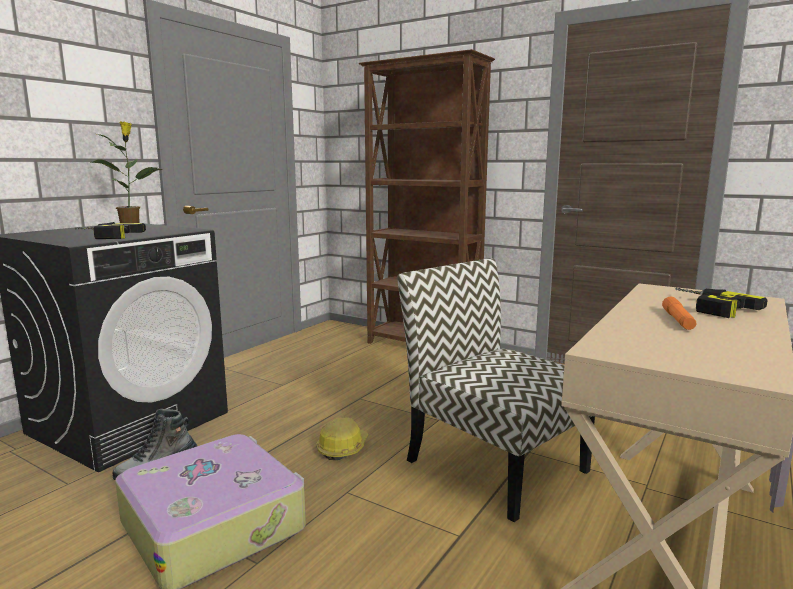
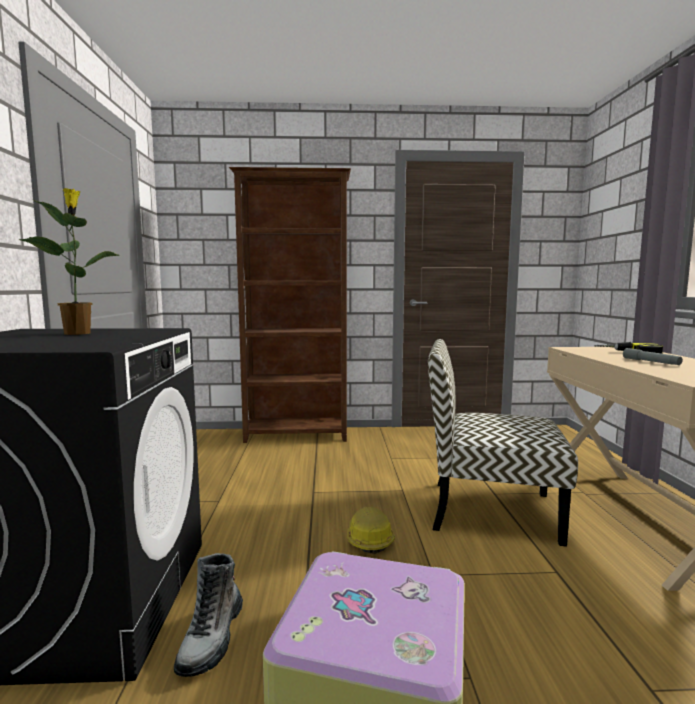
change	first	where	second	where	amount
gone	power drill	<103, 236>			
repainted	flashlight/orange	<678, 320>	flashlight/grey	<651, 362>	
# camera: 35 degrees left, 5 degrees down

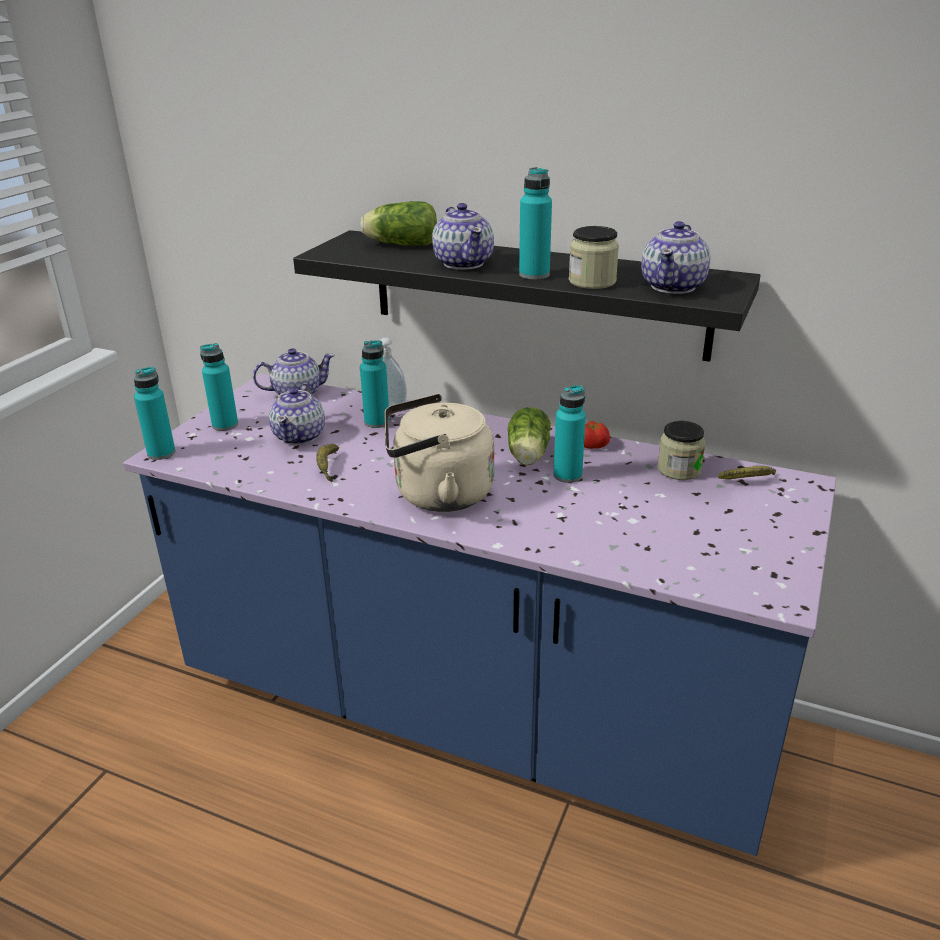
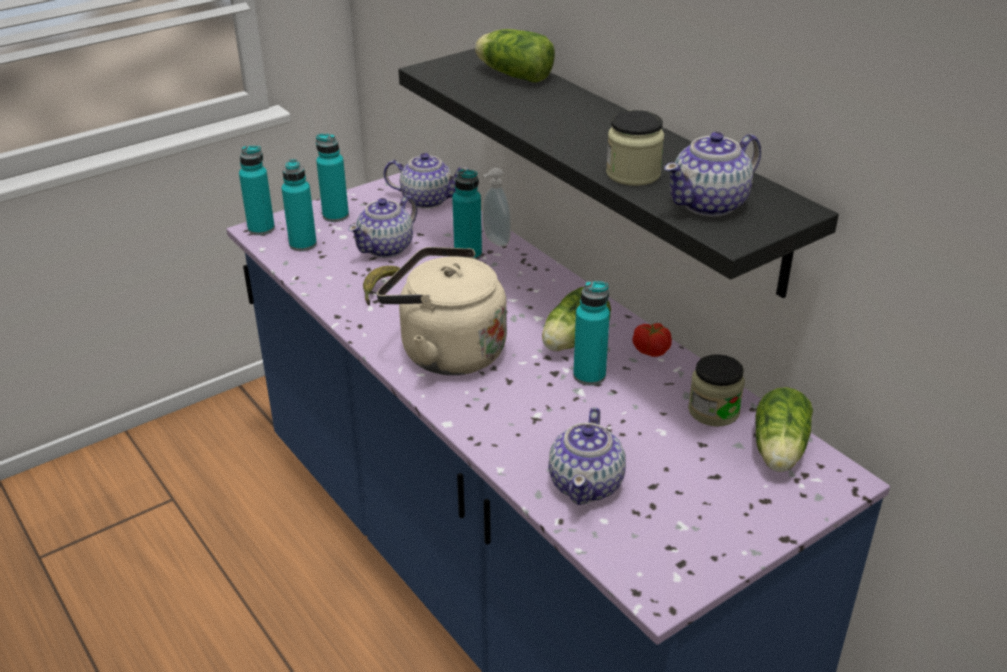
change	first	where	second	where	amount
shifted	teapot	<464, 263>		<587, 484>	
shifted	bottle/turquoise	<534, 275>		<303, 244>	
swapped	banana	<749, 481>	lettuce	<778, 452>	
# camera: 30 degrees right, 5 degrees up

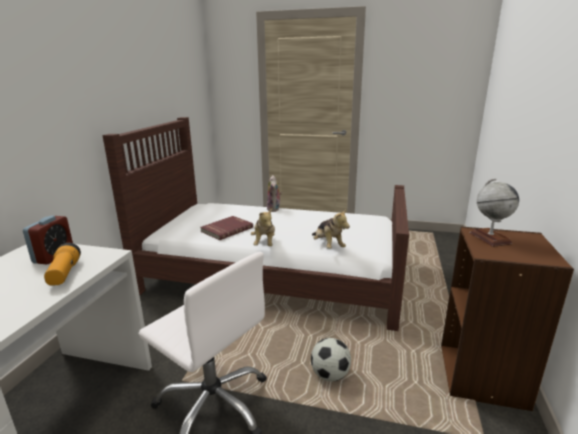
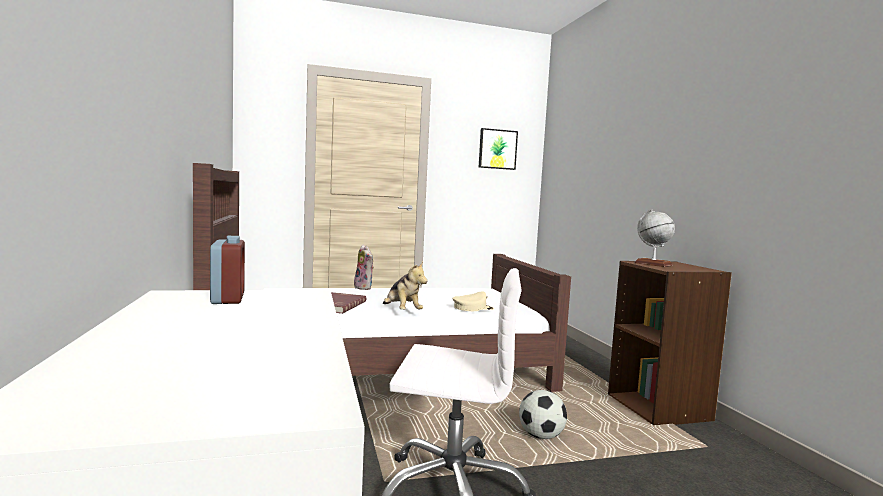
change	first	where	second	where	amount
gone	flashlight	<64, 273>			
swapped	plush toy	<328, 245>	cap/beige	<472, 308>	
new			picture	<497, 149>	
# camera: 30 degrees left, 15 degrees down

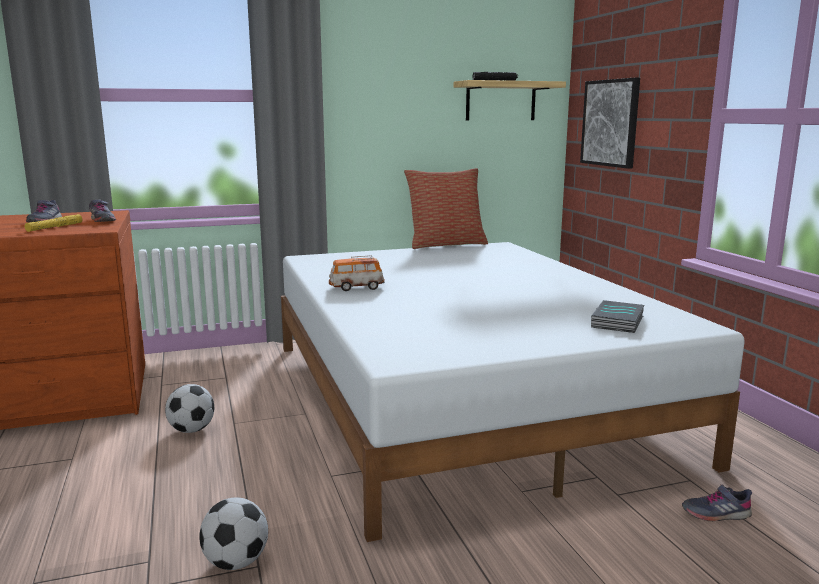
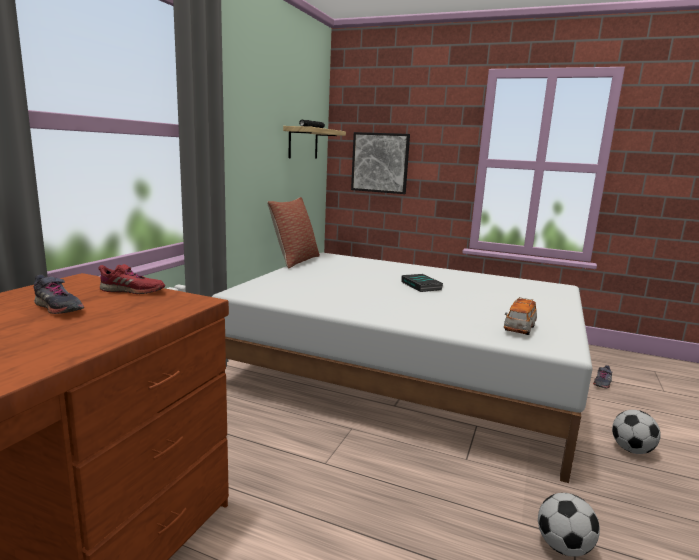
change	first	where	second	where	amount
gone	flashlight/yellow	<55, 227>			
repainted	shoe/grey	<102, 220>	shoe/red	<132, 291>	
shifted	football	<192, 430>		<631, 450>	
shifted	toy car	<356, 287>		<519, 329>	
shifted	book	<618, 322>		<422, 286>	
# camera: 50 degrees left, 0 degrees up

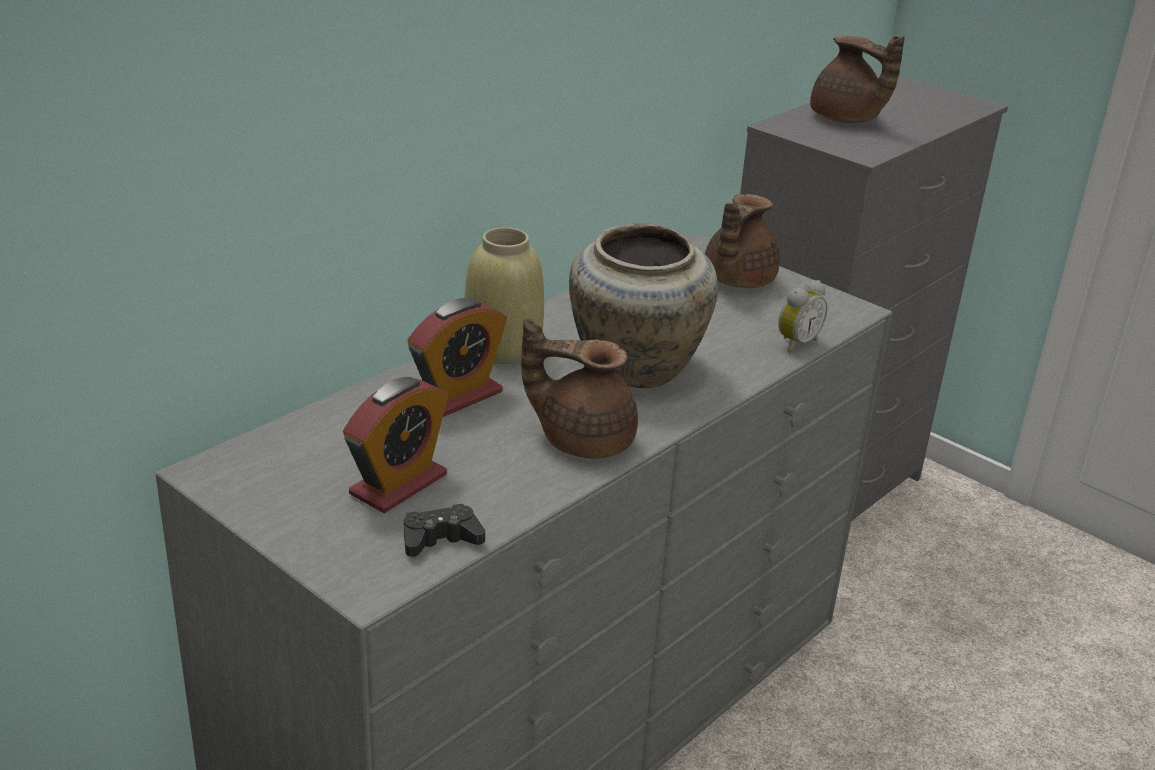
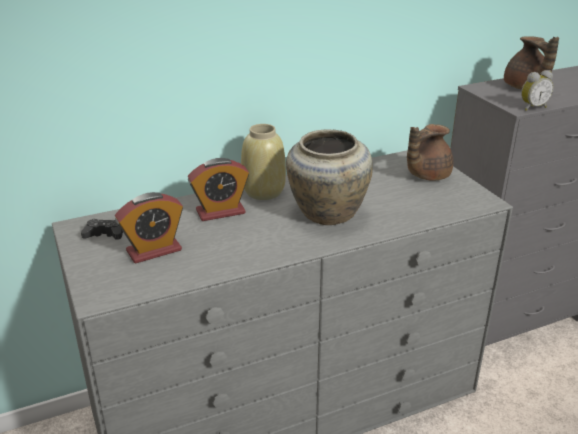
change	first	where	second	where	amount
shifted	game controller/black	<440, 539>		<104, 234>	
gone	teapot/brown	<582, 439>			
shifted	alarm clock	<795, 343>		<532, 107>	
# camera: 25 degrees right, 0 degrees up

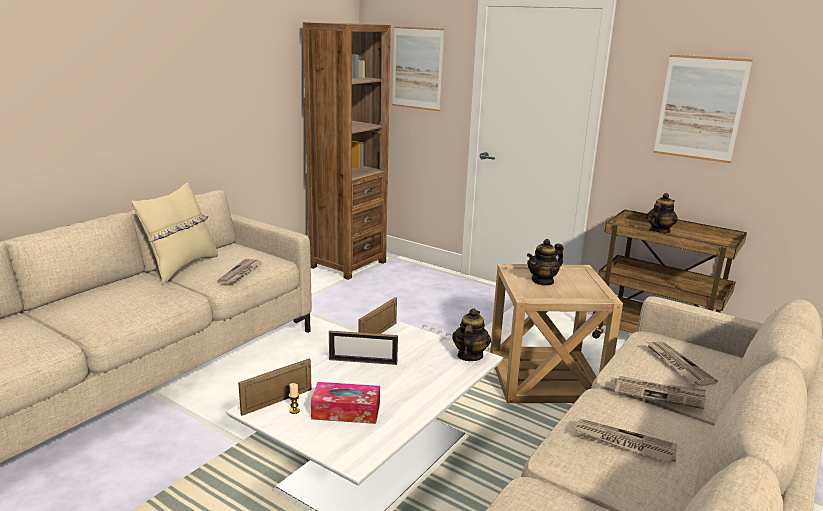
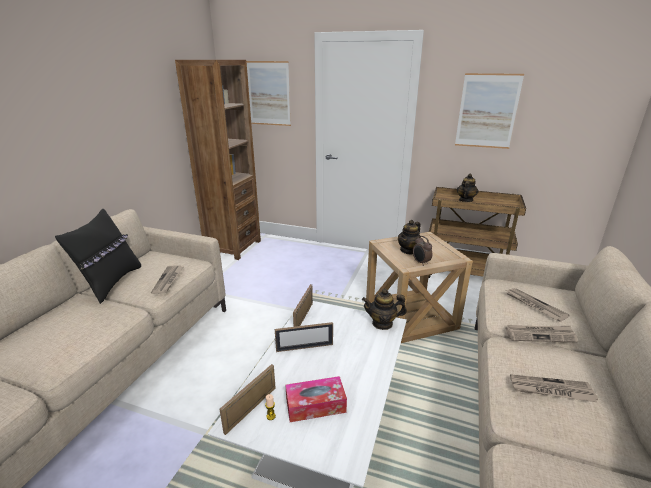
change	first	where	second	where	amount
repainted	pillow/beige	<181, 267>	pillow/black	<111, 283>	
rotated	teapot	<469, 356>		<382, 323>	90 degrees counterclockwise
new			alarm clock	<420, 262>	
# camera: 15 degrees left, 5 degrees up

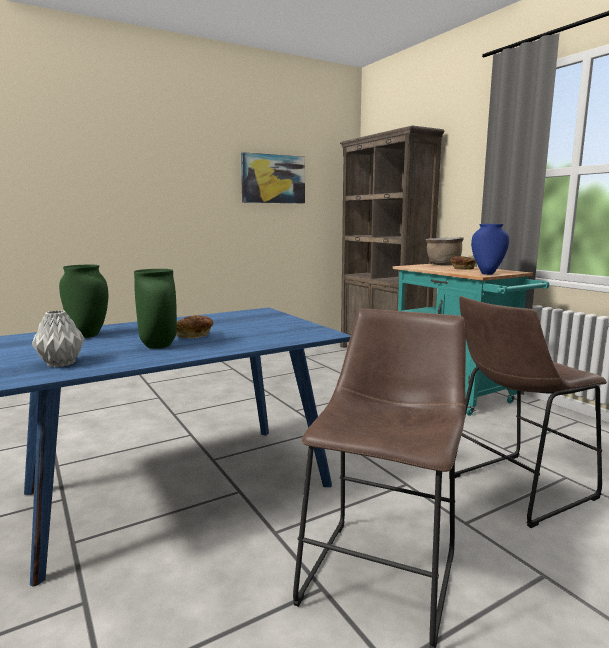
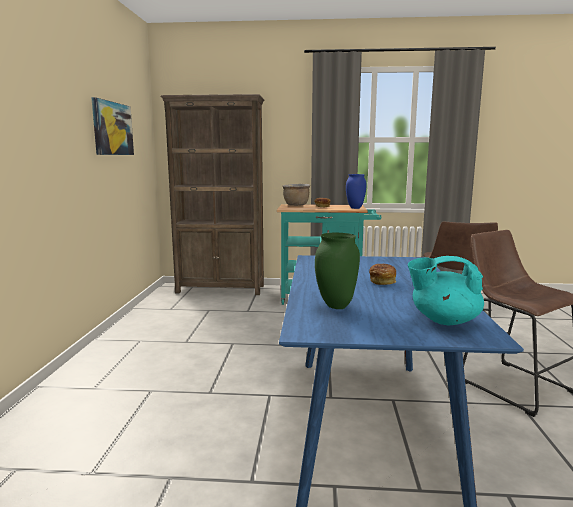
change	first	where	second	where	amount
swapped	vase/grey	<62, 364>	teapot/turquoise	<443, 320>	
gone	vase/green	<160, 346>			
# camera: 55 degrees left, 0 degrees up

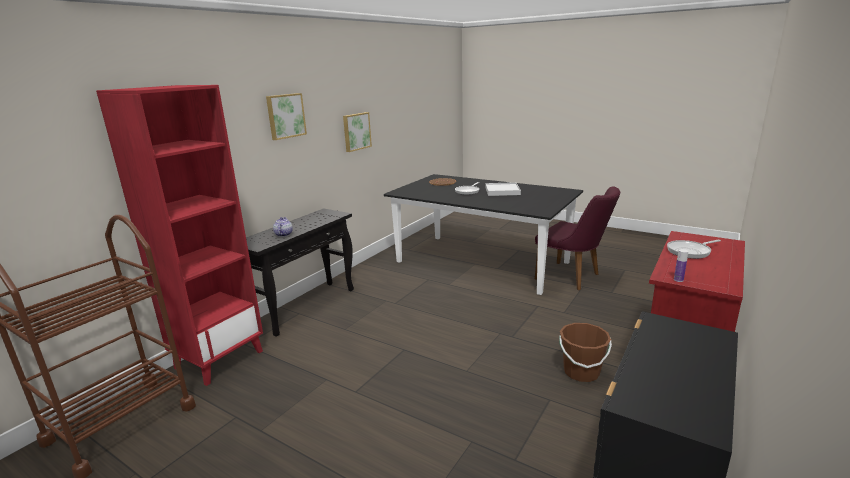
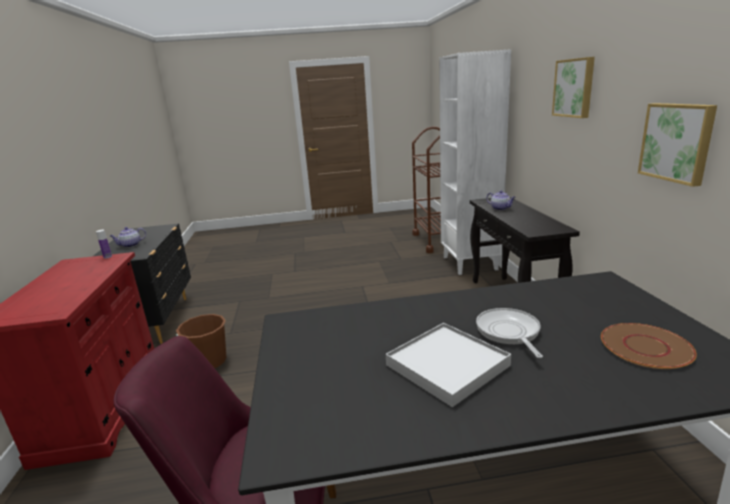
change	first	where	second	where	amount
repainted	bookcase/red	<219, 359>	bookcase/white	<470, 263>	
gone	frying pan	<690, 251>			
new			teapot	<130, 245>	
# camera: 140 degrees right, 0 degrees up

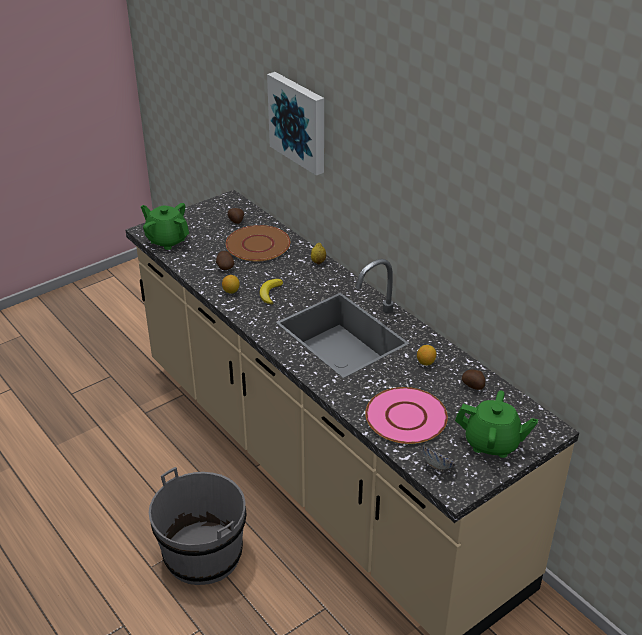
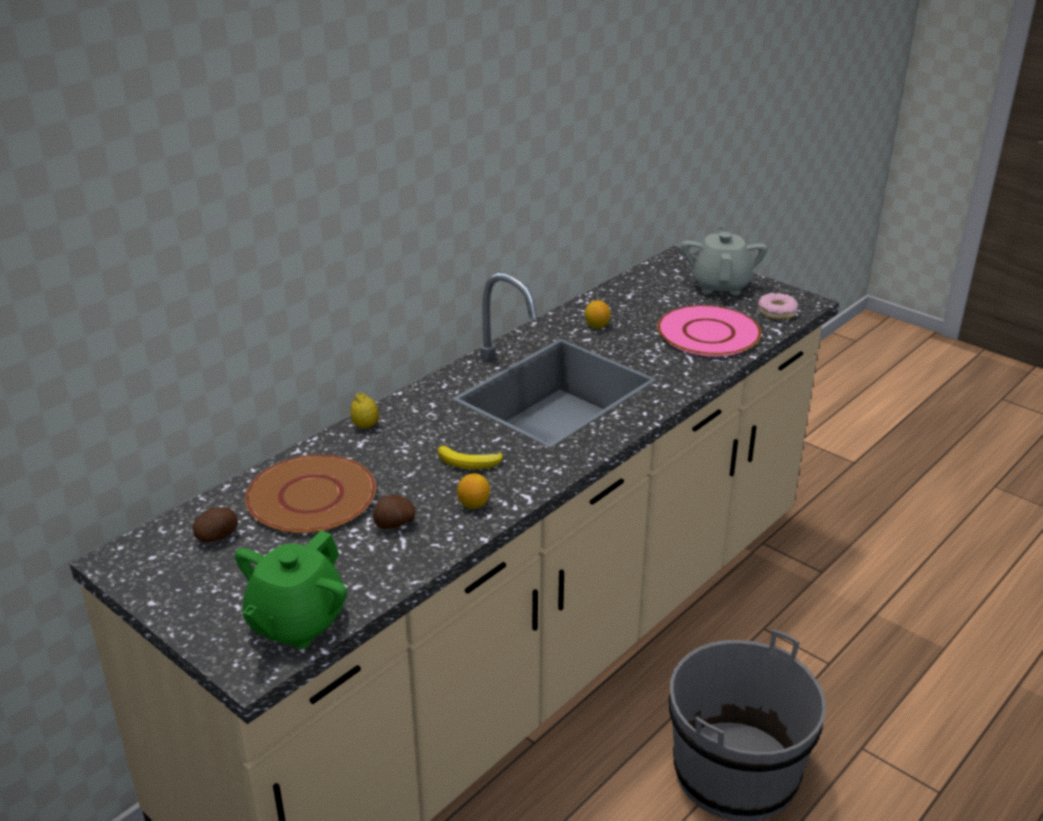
change	first	where	second	where	amount
gone	picture	<299, 122>			
swapped	bowl	<437, 466>	donut	<777, 312>	
repainted	teapot/green	<492, 443>	teapot/grey	<720, 285>	
gone	potato	<473, 386>			
# camera: 100 degrees left, 5 degrees down

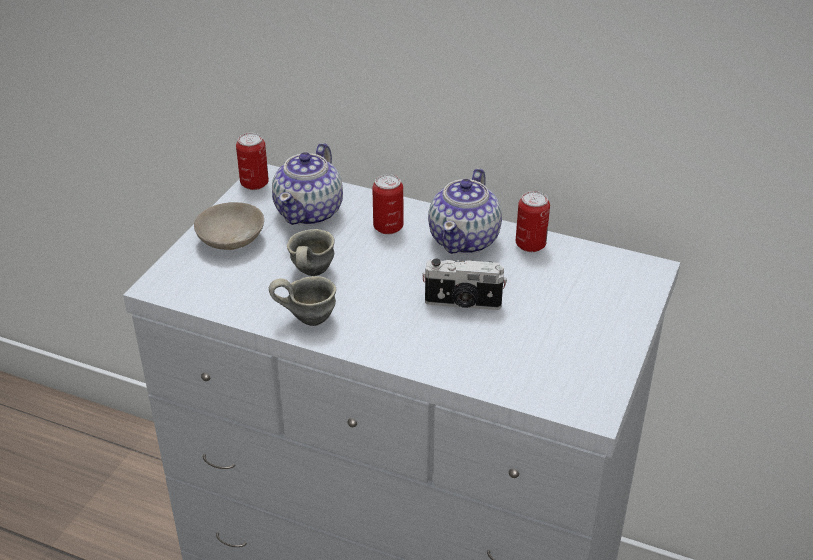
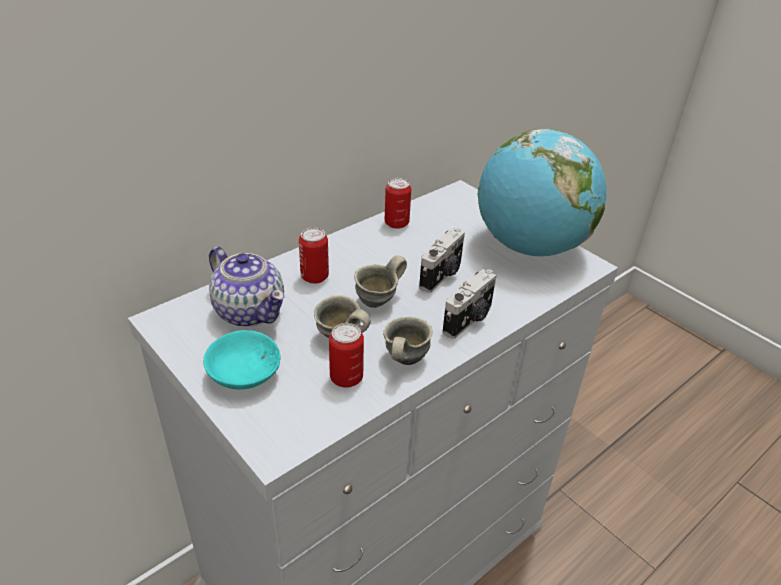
change	first	where	second	where	amount
repainted	bowl/beige	<230, 238>	bowl/turquoise	<242, 373>	
shifted	can	<254, 184>		<346, 378>	
gone	teapot	<465, 240>			
new			mug/grey	<380, 302>	
new			photo camera	<469, 320>	
new			globe	<530, 247>	
# camera: 65 degrees left, 0 degrees up

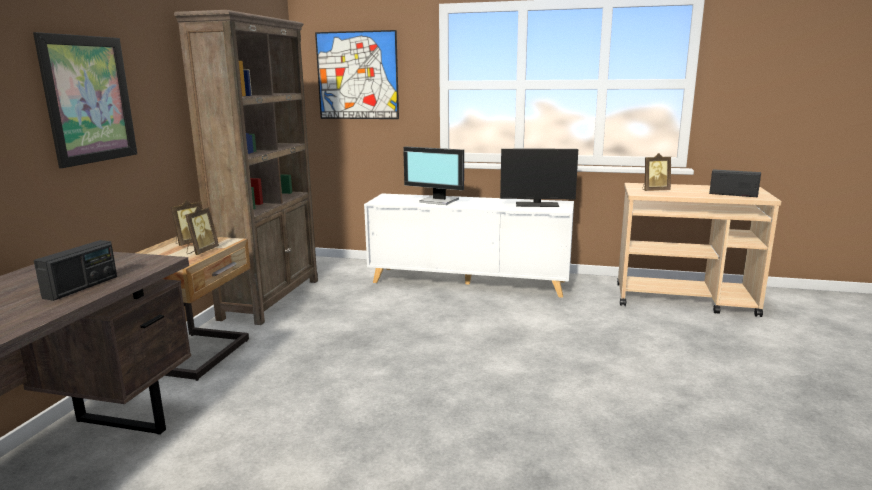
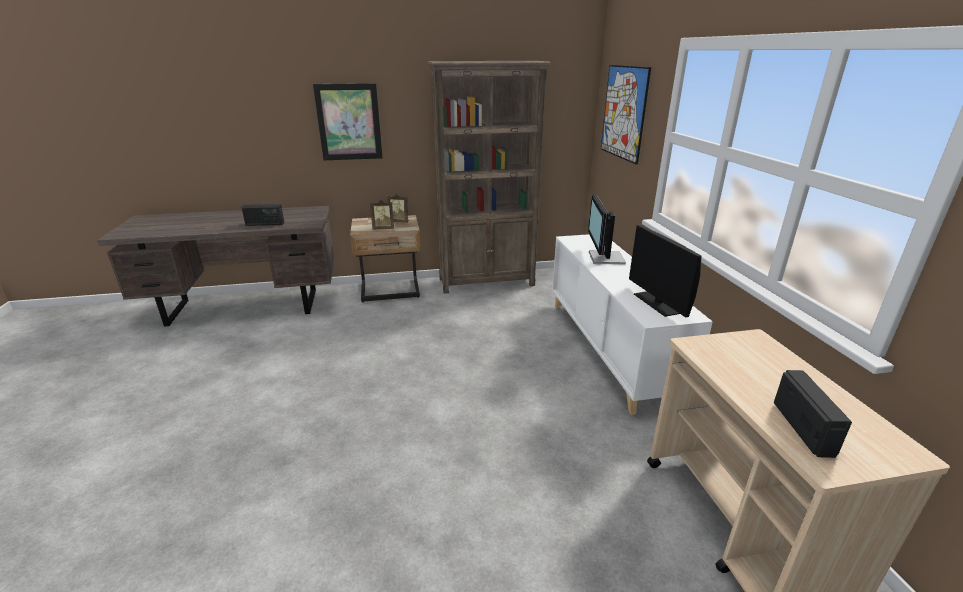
change	first	where	second	where	amount
gone	picture frame	<654, 190>			
# camera: 65 degrees right, 10 degrees up

